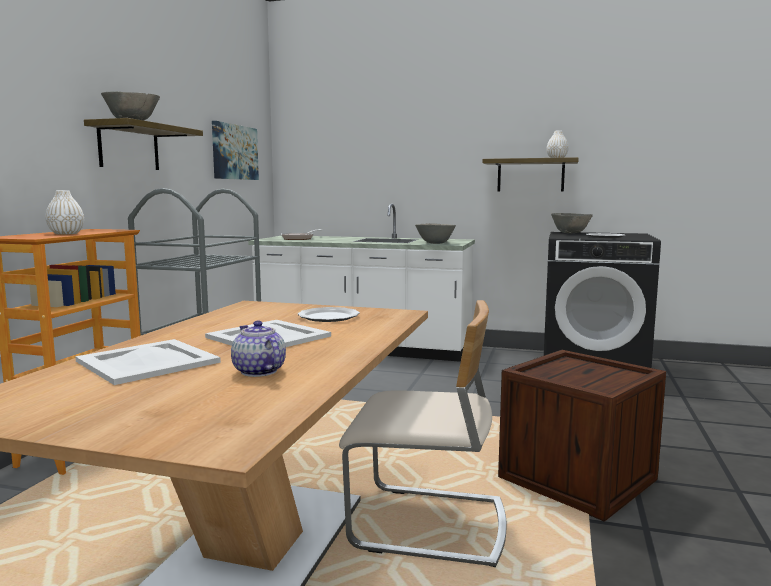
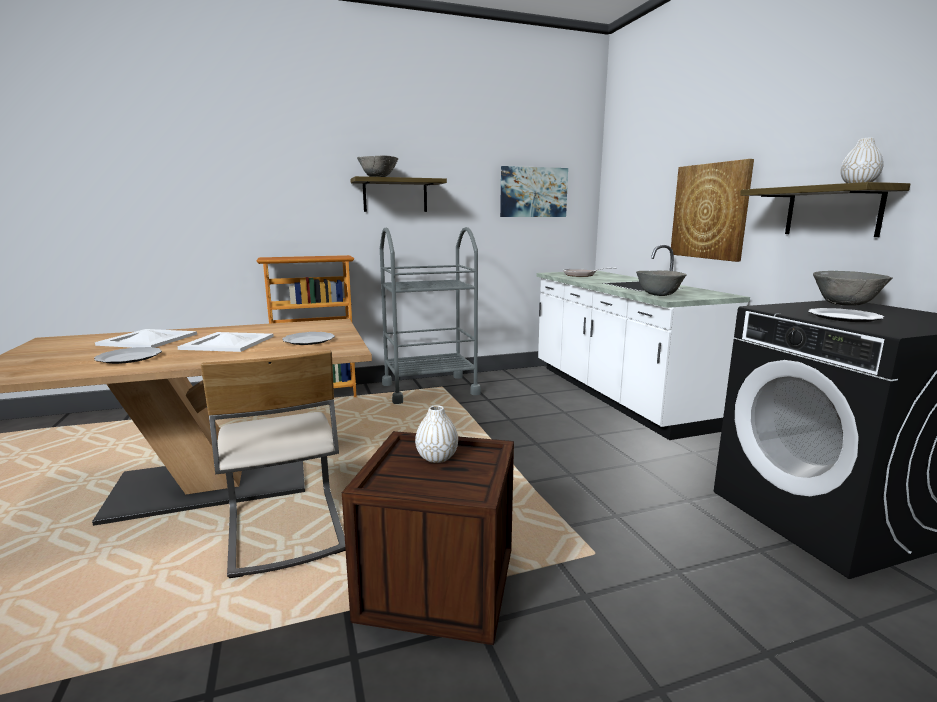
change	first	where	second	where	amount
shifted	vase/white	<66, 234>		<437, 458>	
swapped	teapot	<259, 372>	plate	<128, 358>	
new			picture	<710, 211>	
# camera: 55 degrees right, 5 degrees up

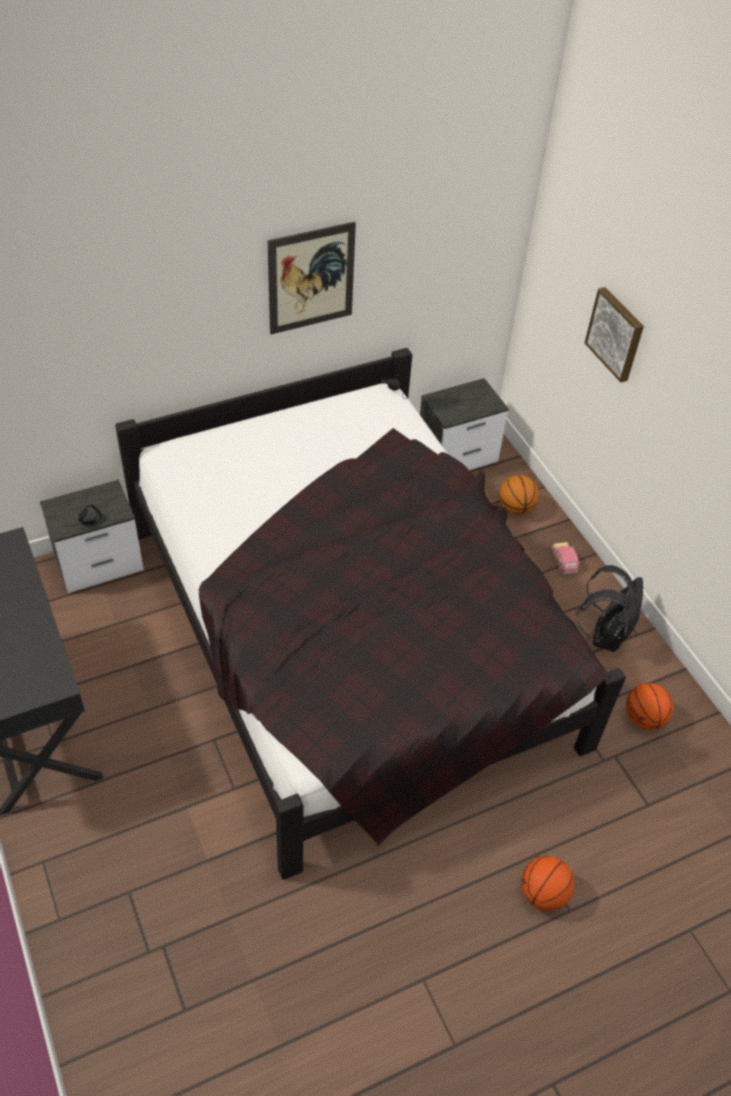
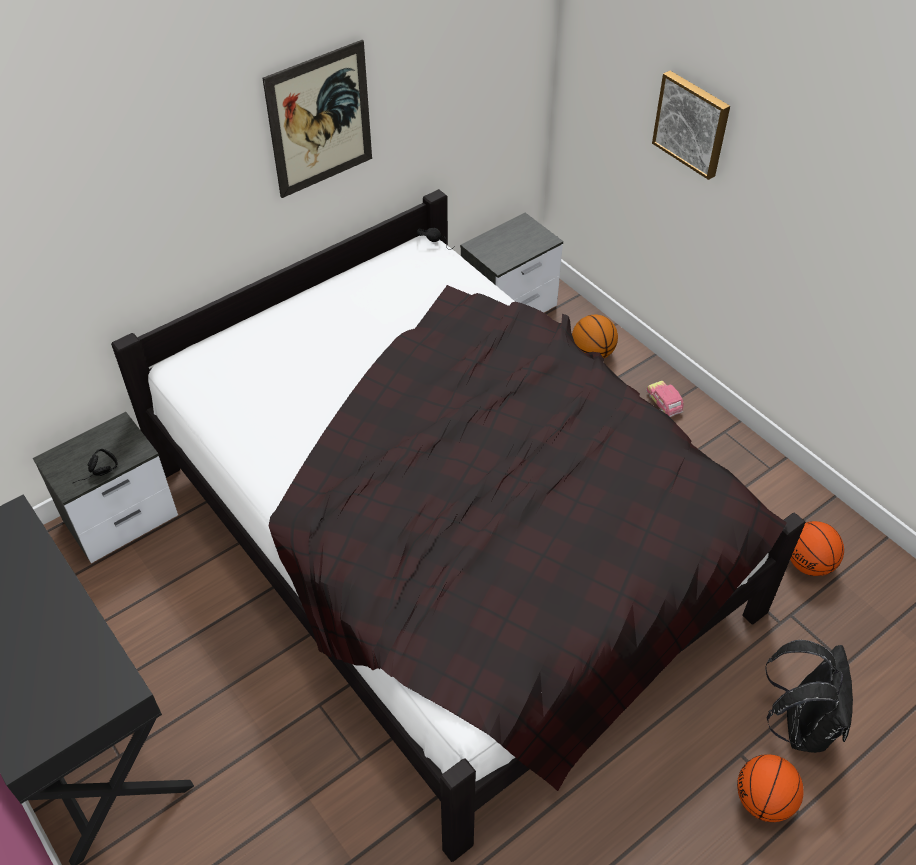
change	first	where	second	where	amount
shifted	backpack/black	<605, 634>		<799, 724>	
# camera: 10 degrees left, 0 degrees up

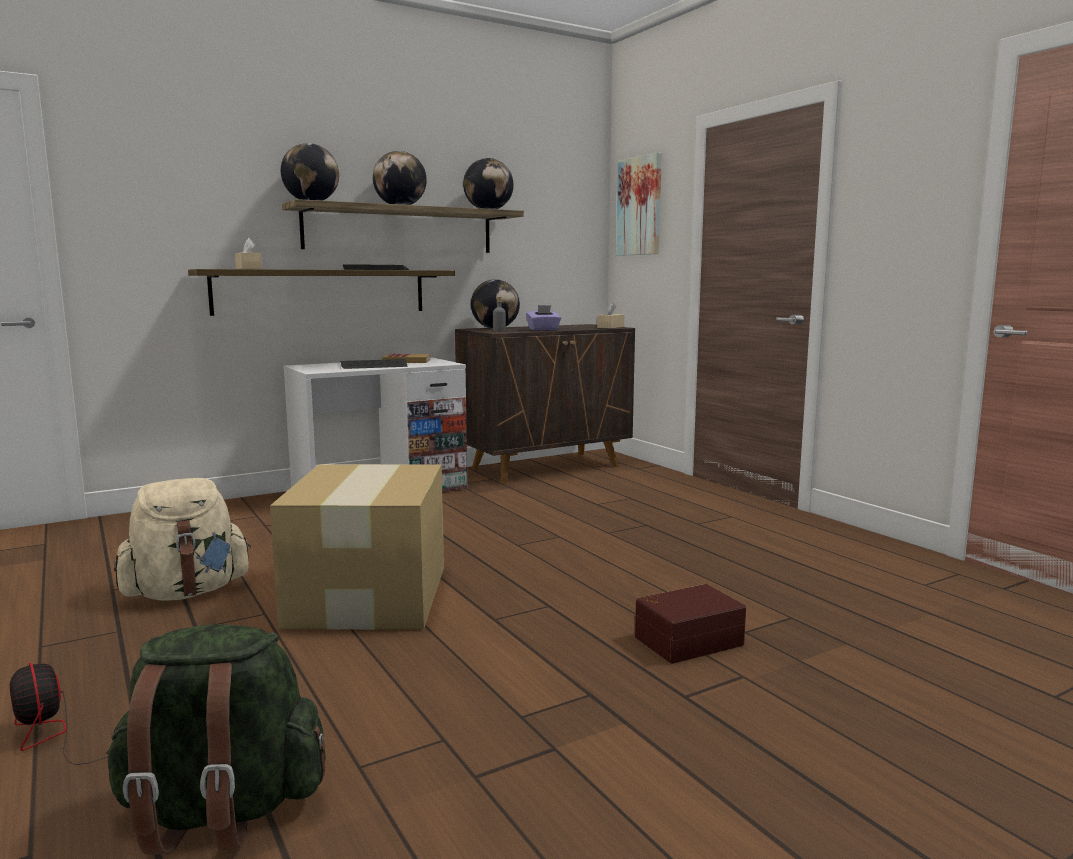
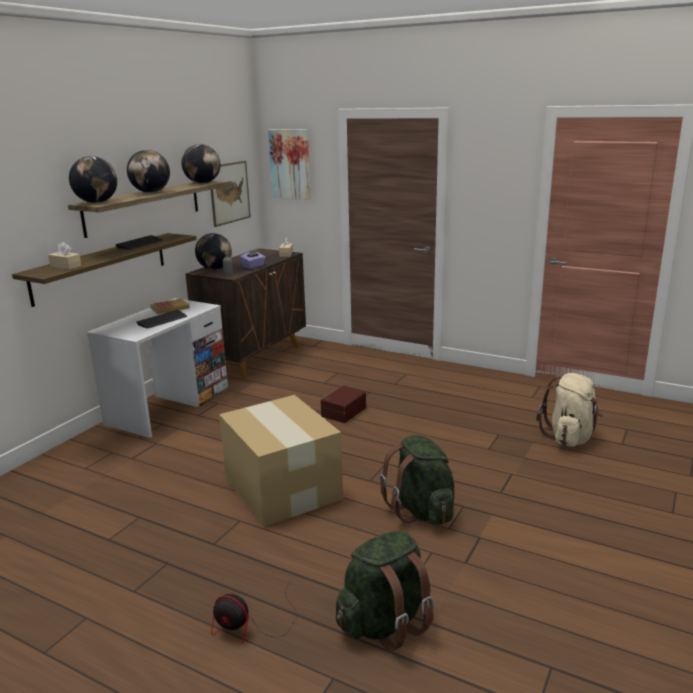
change	first	where	second	where	amount
shifted	backpack/beige	<187, 592>		<569, 437>	
shifted	storage box/brown	<687, 640>		<342, 411>	
new			picture	<229, 193>	
new			backpack/green	<421, 510>	
# camera: 30 degrees left, 10 degrees up

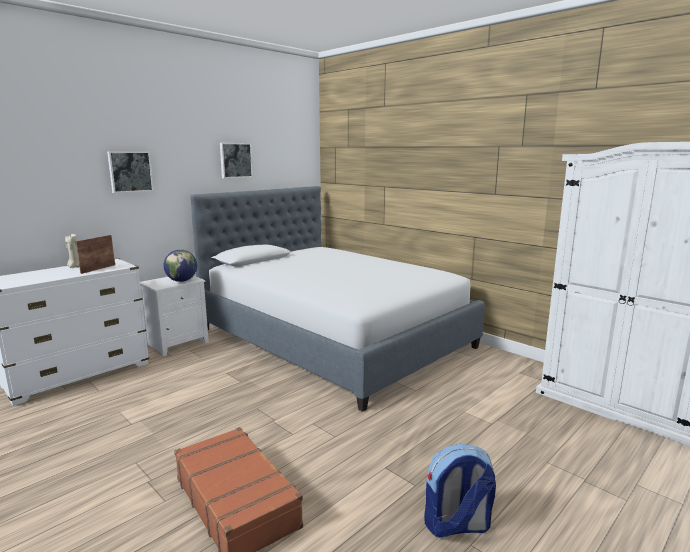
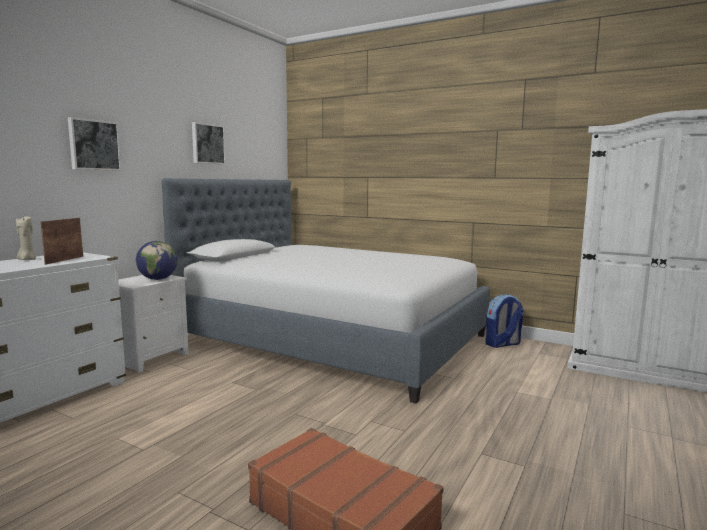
change	first	where	second	where	amount
shifted	backpack	<456, 526>		<502, 344>	
# camera: 15 degrees left, 5 degrees down

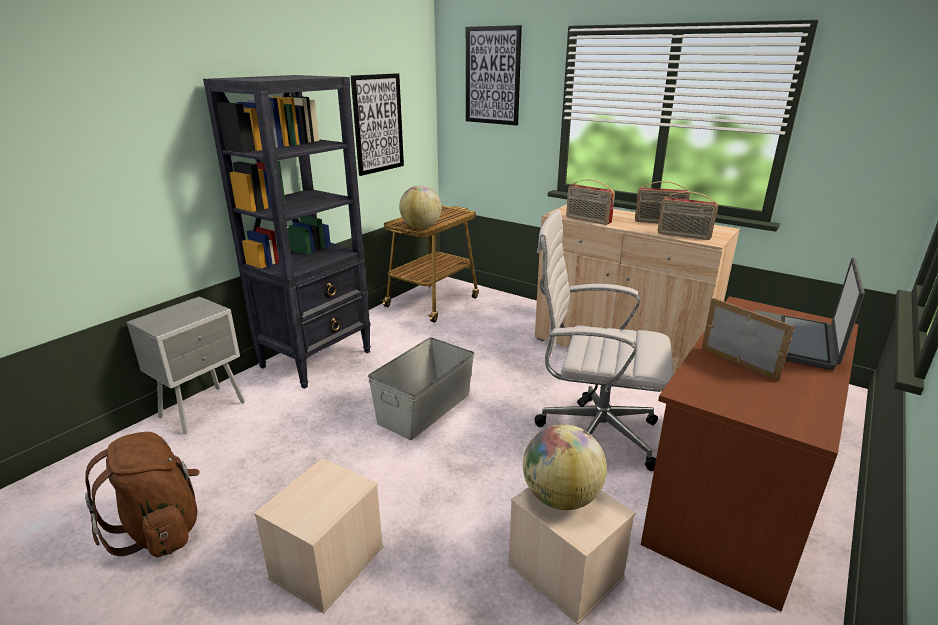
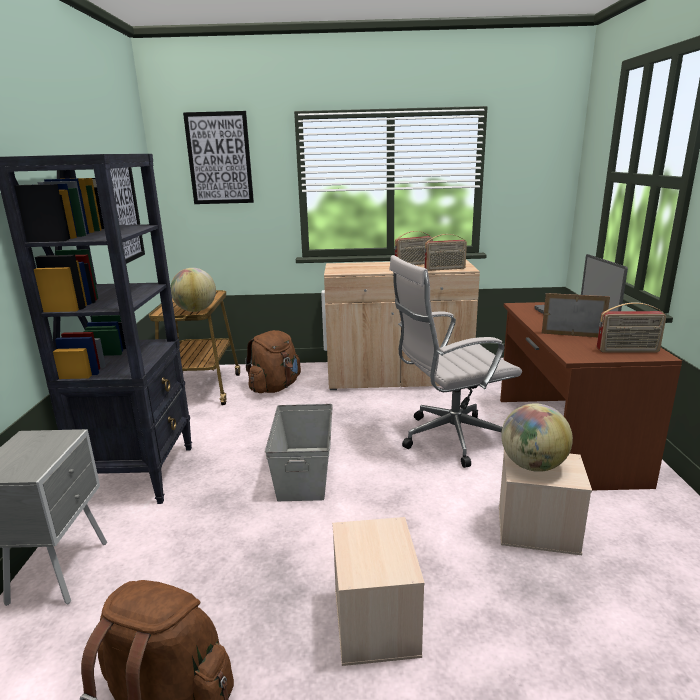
change	first	where	second	where	amount
shifted	radio	<588, 220>		<627, 351>	
new			backpack/brown	<275, 387>	
# camera: 35 degrees left, 5 degrees down

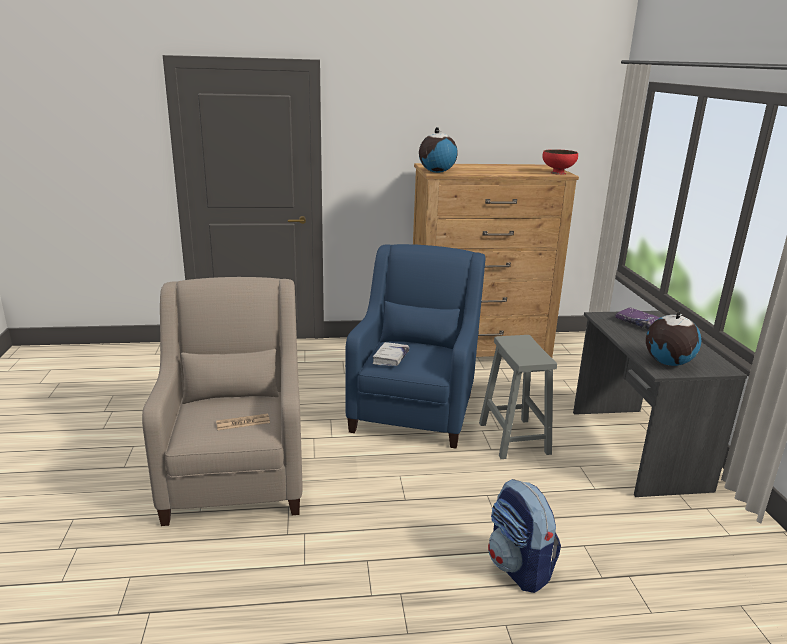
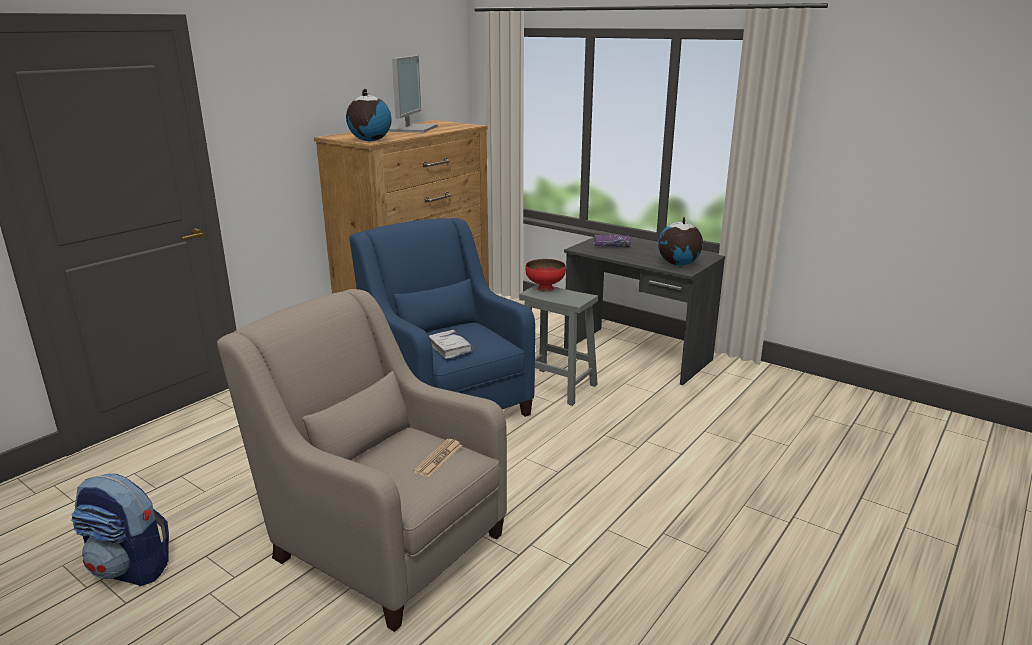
change	first	where	second	where	amount
shifted	backpack	<519, 568>		<131, 568>	
shifted	bowl/red	<558, 173>		<545, 288>	
new			monitor	<411, 128>	
# camera: 45 degrees left, 0 degrees up

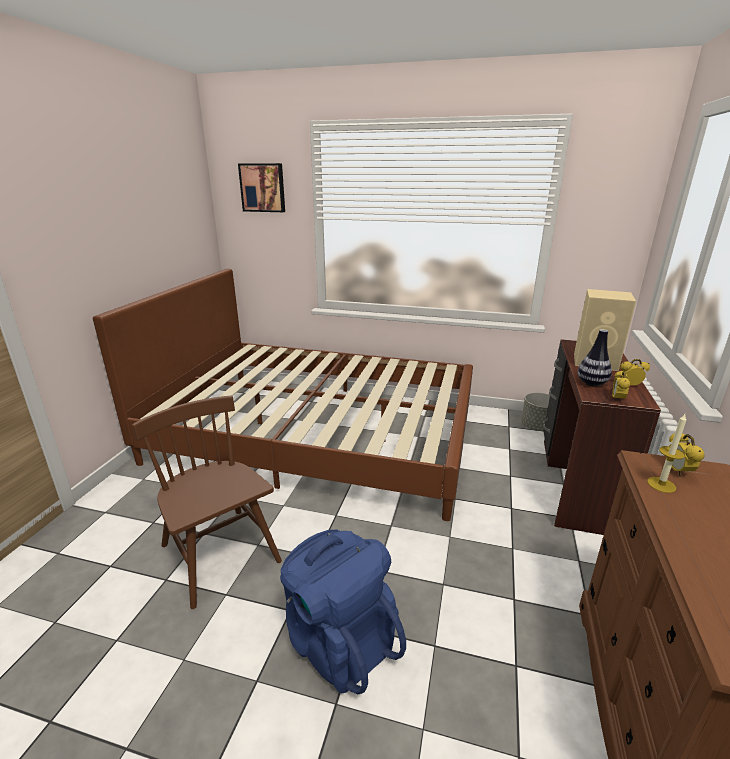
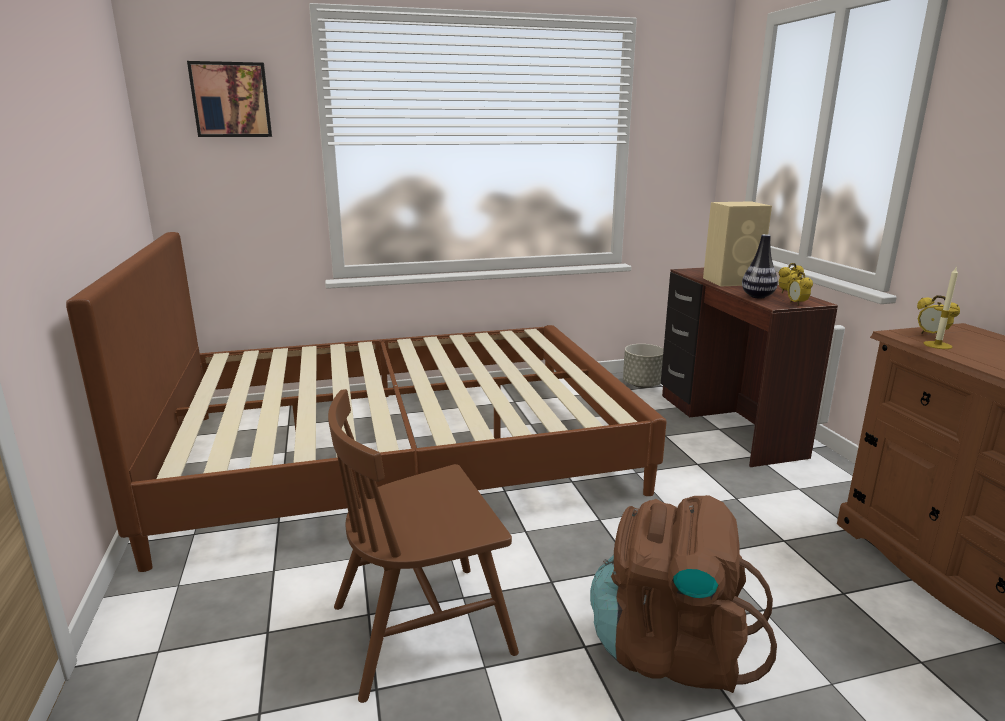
change	first	where	second	where	amount
rotated	chair/brown	<220, 554>		<423, 628>	45 degrees counterclockwise
repainted	backpack/blue	<339, 640>	backpack/brown	<671, 649>	
# camera: 30 degrees left, 5 degrees down

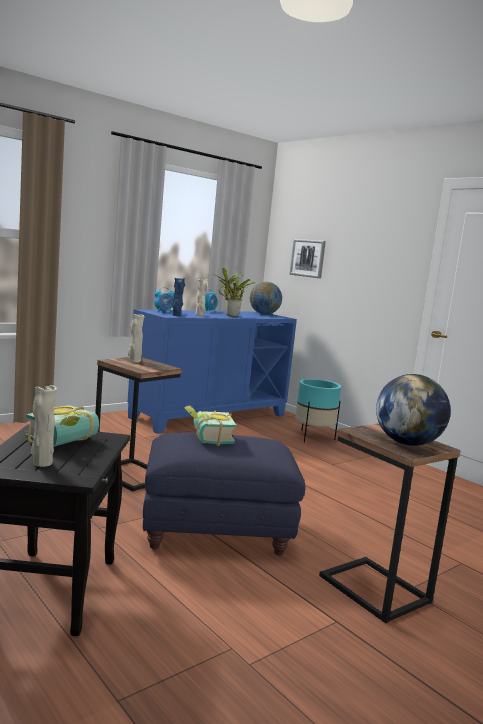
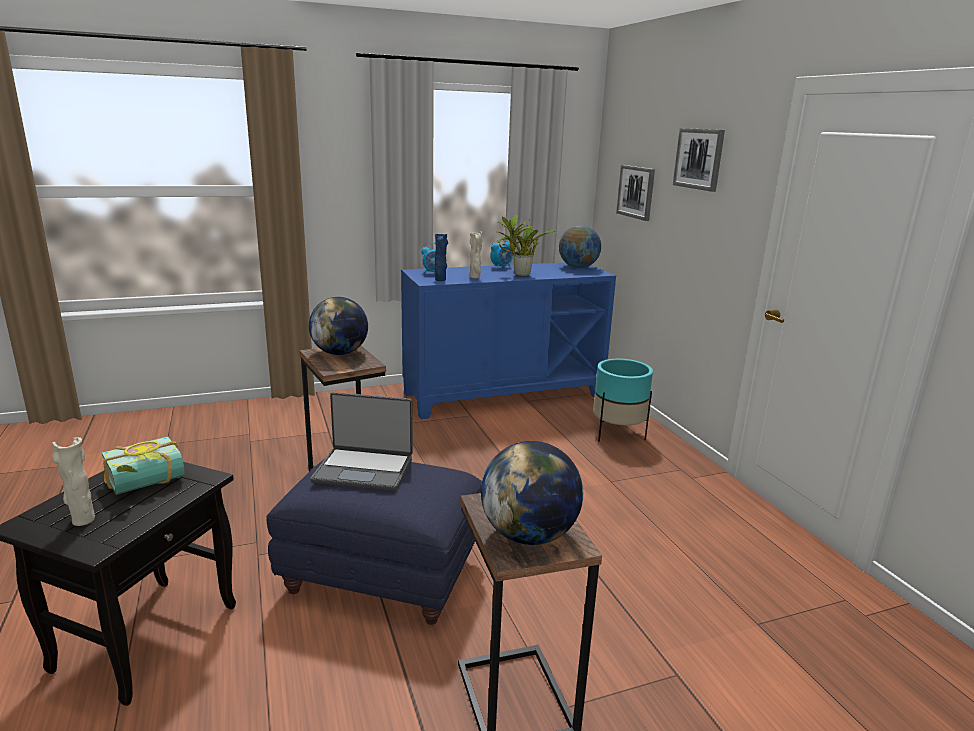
change	first	where	second	where	amount
swapped	vase/beige	<134, 361>	globe	<340, 353>	
swapped	book	<207, 438>	laptop	<364, 469>	
new			picture	<699, 159>	
# camera: 20 degrees right, 10 degrees up

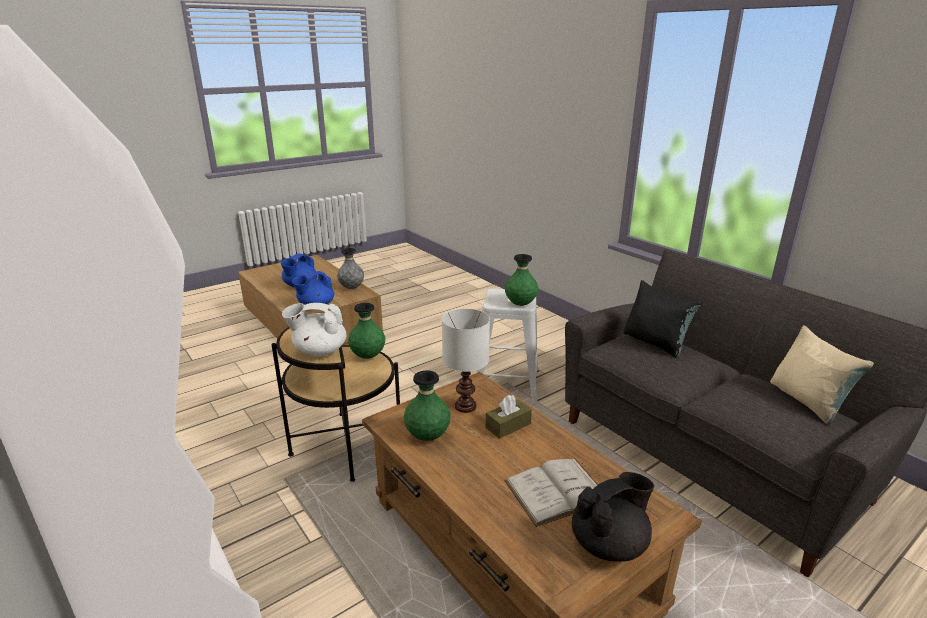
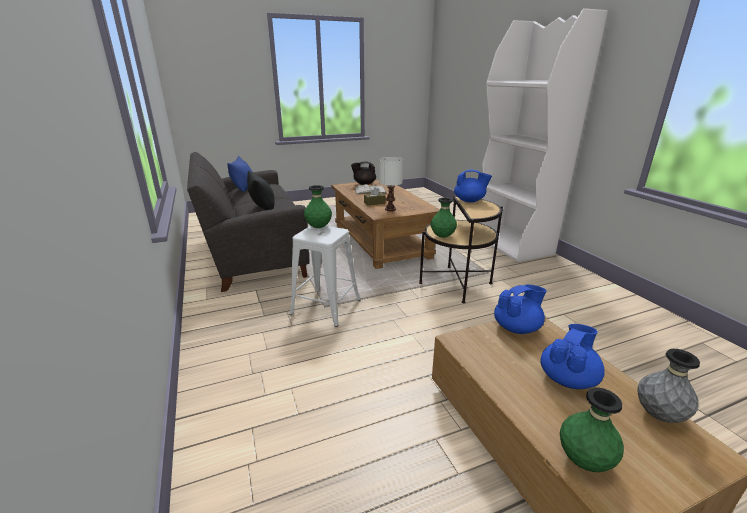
change	first	where	second	where	amount
repainted	teapot/white	<319, 351>	teapot/blue	<469, 201>	
shifted	vase/grey	<351, 288>		<658, 415>	
shifted	vase/green	<427, 436>		<584, 461>	
repainted	pillow/beige	<807, 401>	pillow/blue	<244, 188>	
# camera: 165 degrees left, 0 degrees up

